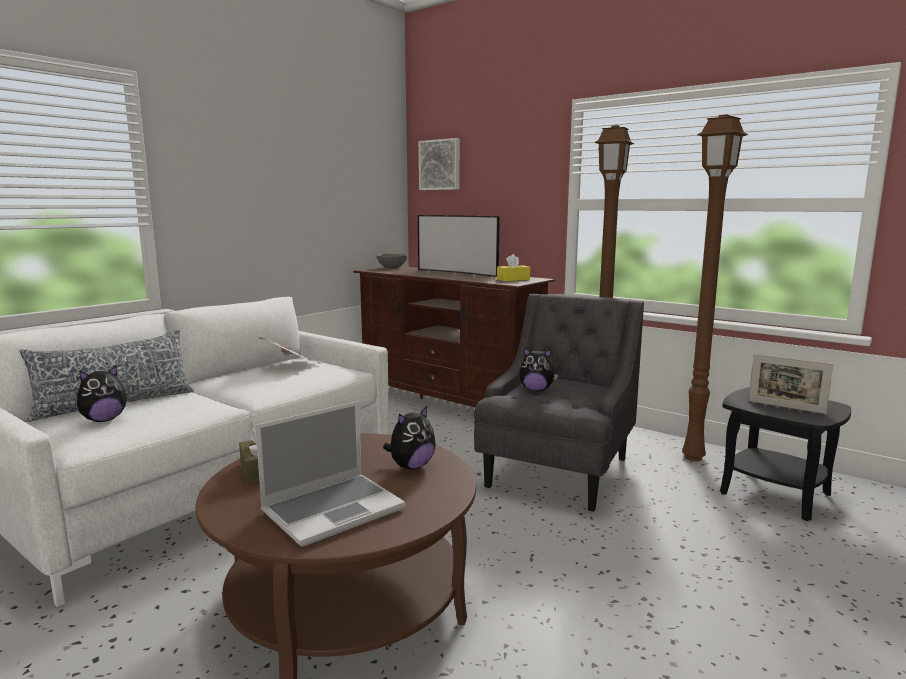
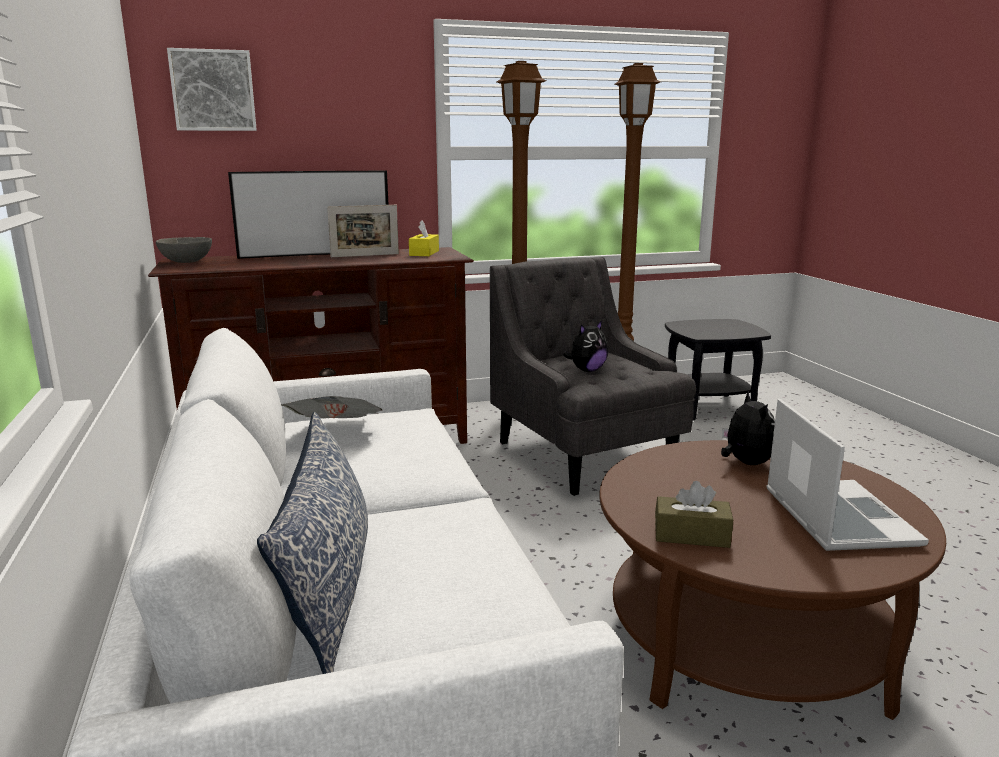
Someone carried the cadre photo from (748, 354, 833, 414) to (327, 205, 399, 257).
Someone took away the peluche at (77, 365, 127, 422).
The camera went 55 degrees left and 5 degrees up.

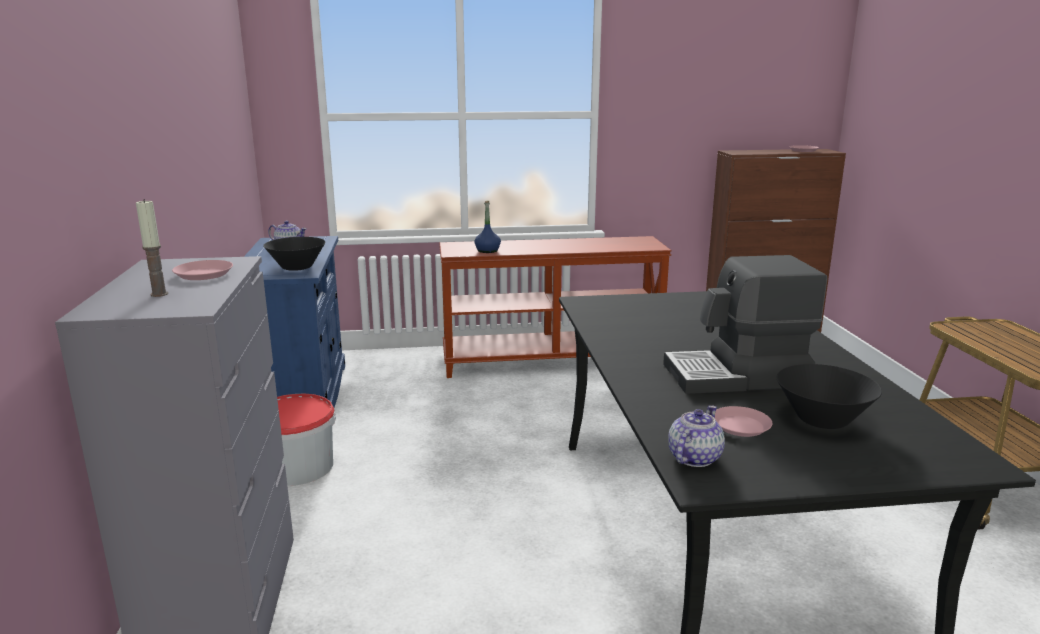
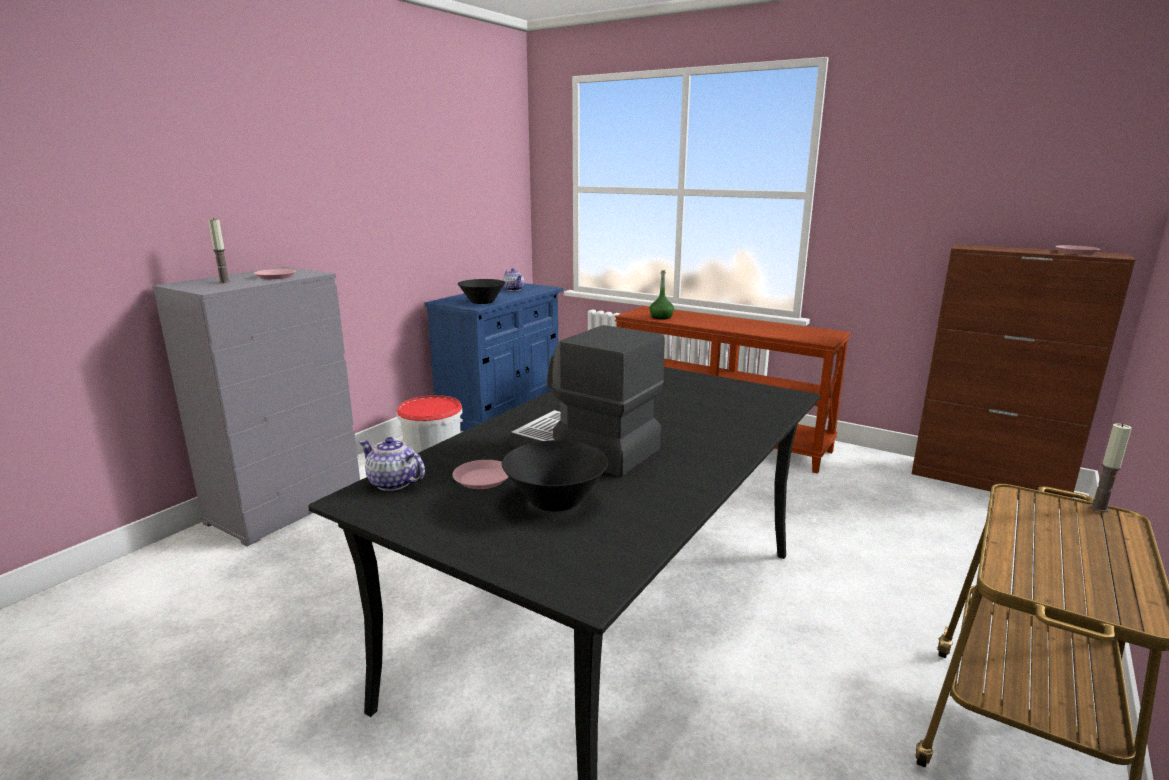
Someone rotated the théière at (668, 405, 725, 467) by 135 degrees counterclockwise.
Someone repainted the bouteille (bleu) at (474, 200, 501, 253), which became the bouteille (vert) at (649, 270, 674, 319).
Someone put down the bougie at (1090, 423, 1132, 512).
The camera went 40 degrees right and 0 degrees up.

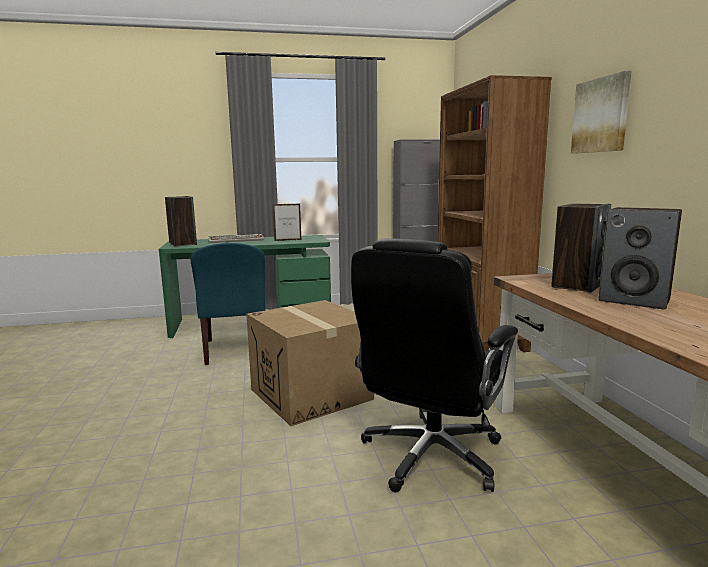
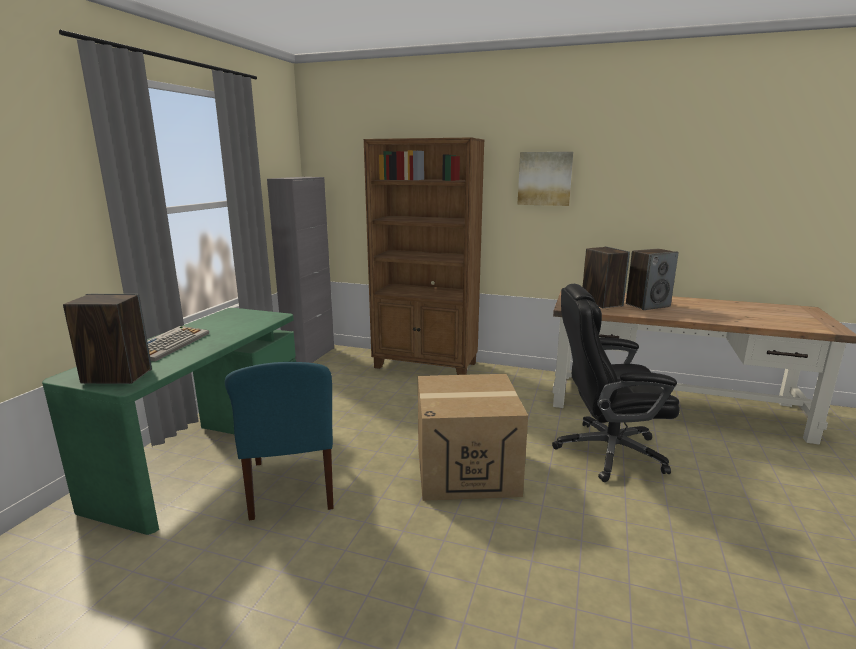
Someone rotated the chaise (bleu) at (191, 243, 266, 365) by 60 degrees clockwise.
Someone rotated the chaise de bureau (noir) at (351, 238, 518, 492) by 120 degrees clockwise.
Someone took away the cadre photo at (273, 204, 301, 241).
The camera went 60 degrees left and 5 degrees up.

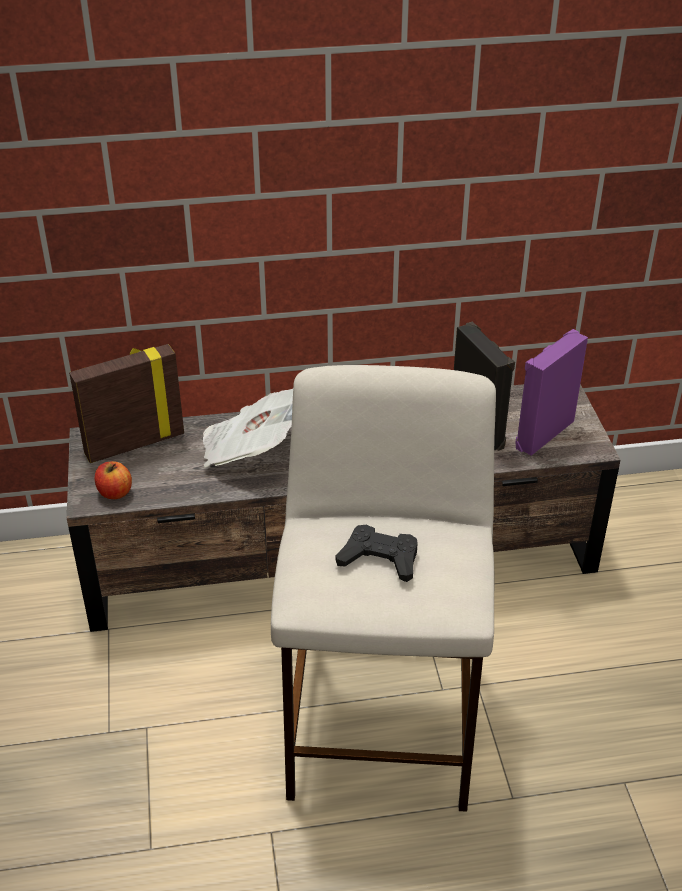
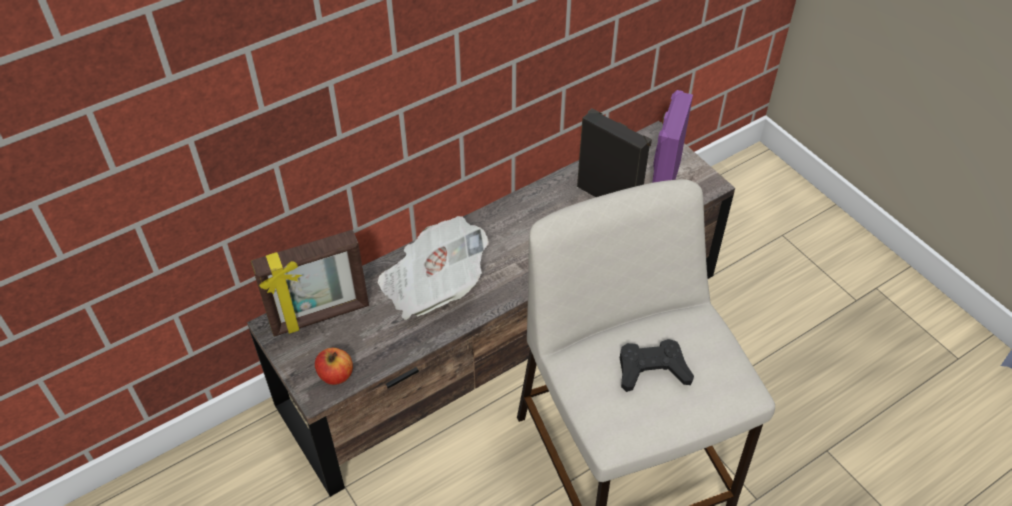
Someone rotated the cadre photo at (69, 344, 184, 463) by 150 degrees counterclockwise.
The camera went 25 degrees left and 10 degrees up.

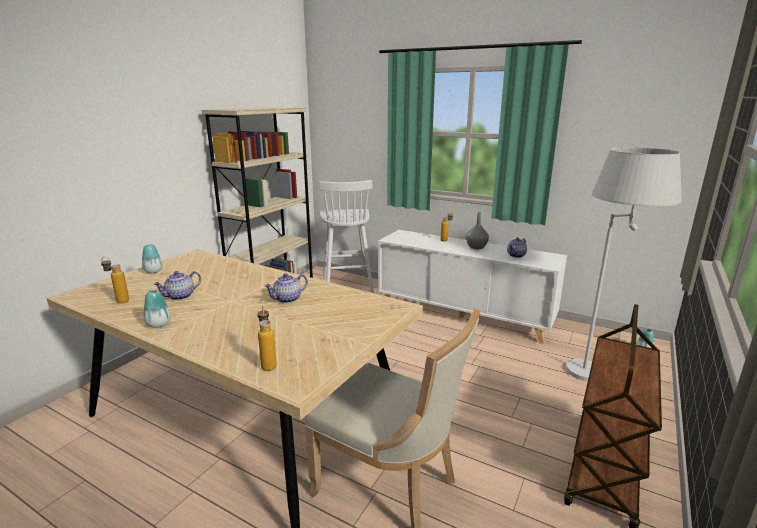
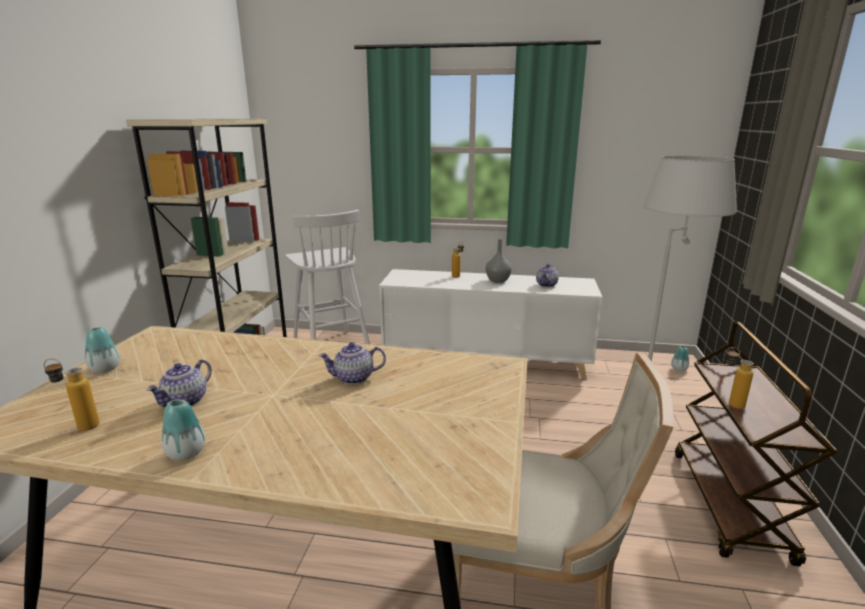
Someone rotated the théière at (264, 273, 308, 303) by 45 degrees clockwise.
Someone carried the bouteille from (257, 306, 277, 371) to (726, 347, 754, 409).
The camera went 20 degrees left and 0 degrees up.

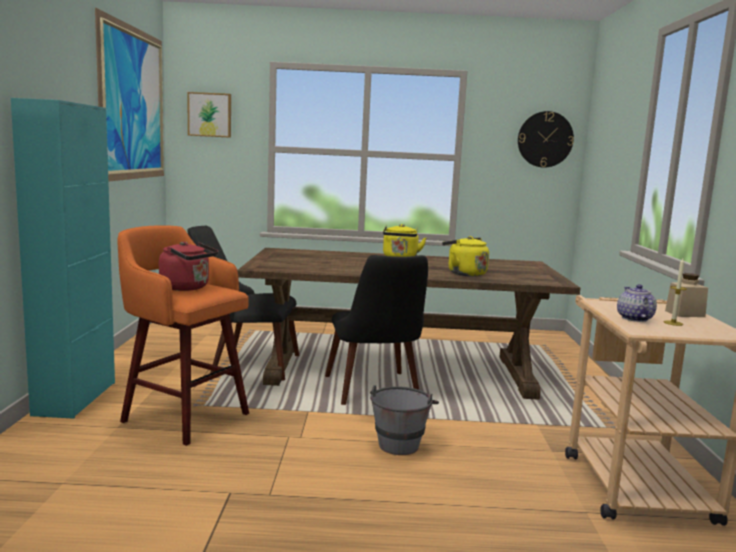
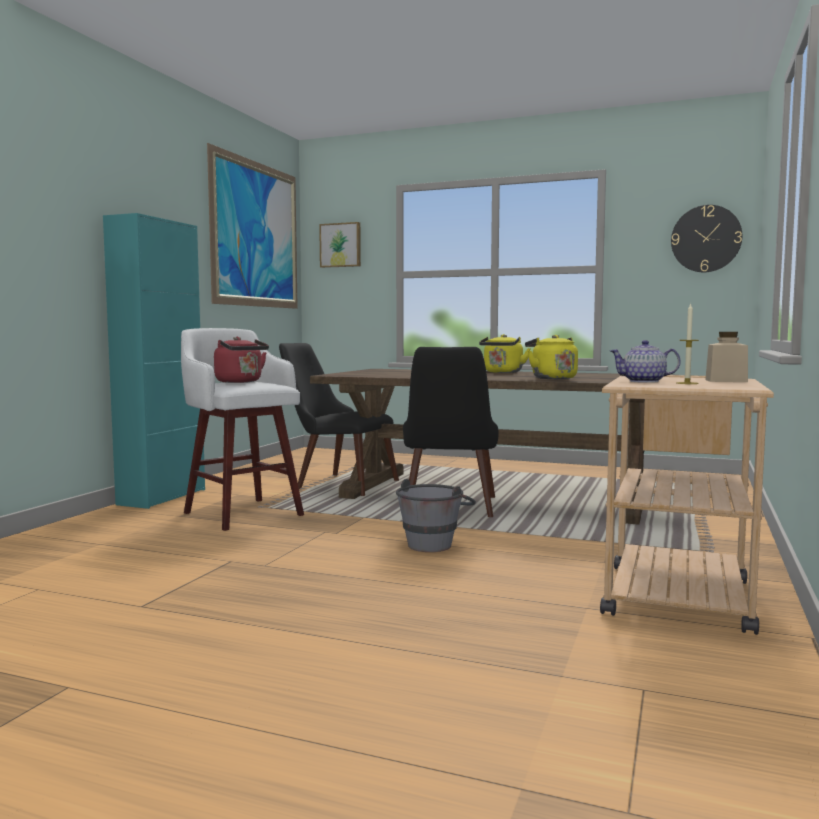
Someone repainted the tabouret (orange) at (117, 225, 249, 446), which became the tabouret (blanc) at (181, 328, 304, 531).
Someone rotated the théière at (617, 284, 657, 322) by 105 degrees counterclockwise.
The camera went 20 degrees right and 5 degrees down.

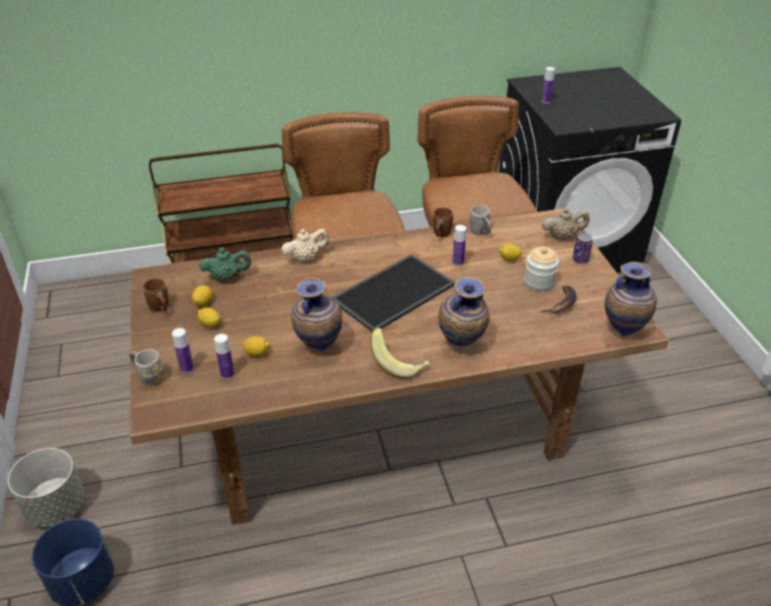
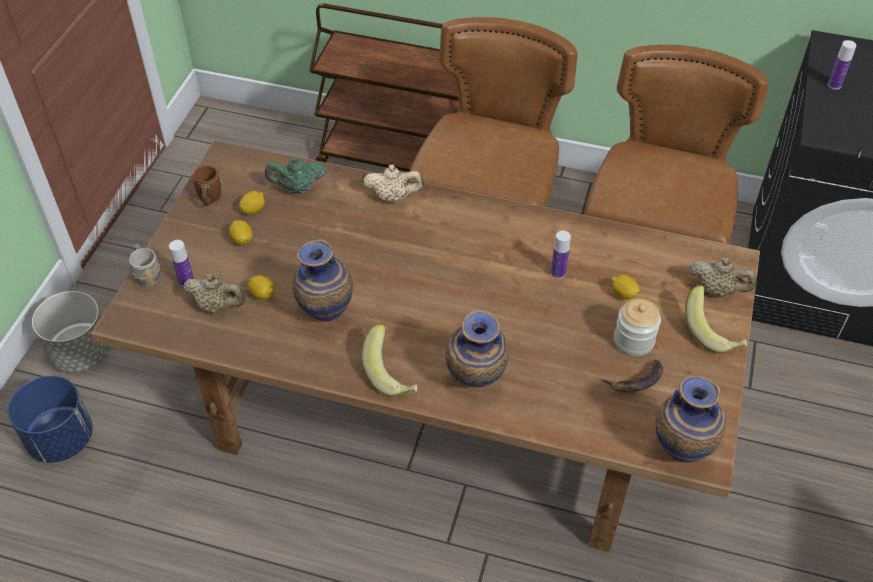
Someone swapped the bouteille at (214, 334, 234, 379) for the théière (beige) at (183, 274, 246, 314).
Someone rotated the théière (vert) at (199, 248, 251, 281) by 150 degrees clockwise.
Someone swapped the boîte métallique at (572, 233, 593, 263) for the banane at (685, 285, 747, 353).
Someone took away the plateau at (331, 254, 455, 332).
Someone took away the mug (marron) at (433, 207, 454, 237).
Someone took away the mug (gris) at (469, 205, 491, 235).
The camera went 30 degrees right and 10 degrees up.

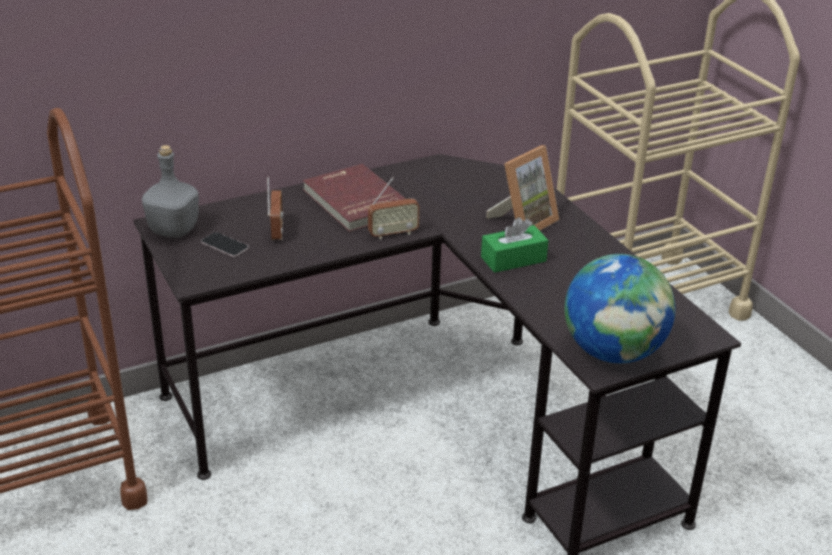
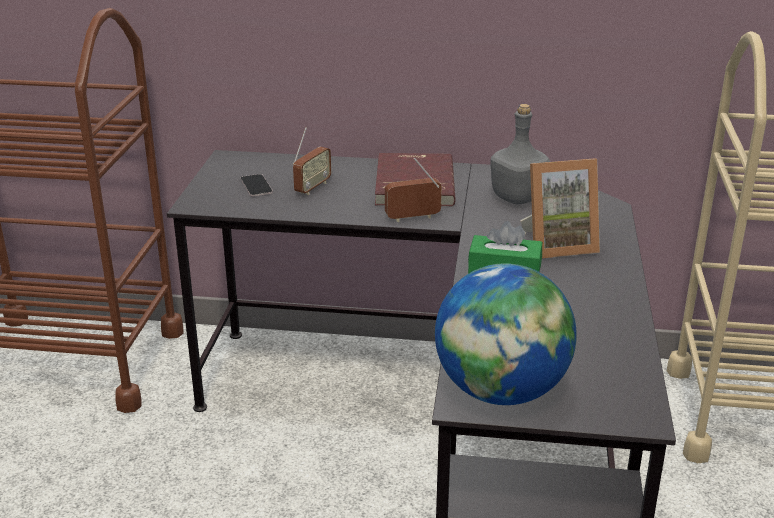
Someone rotated the radio at (368, 177, 420, 239) by 150 degrees clockwise.
Someone carried the bouteille (gris) from (142, 145, 199, 238) to (490, 104, 550, 204).
The camera went 35 degrees right and 5 degrees down.

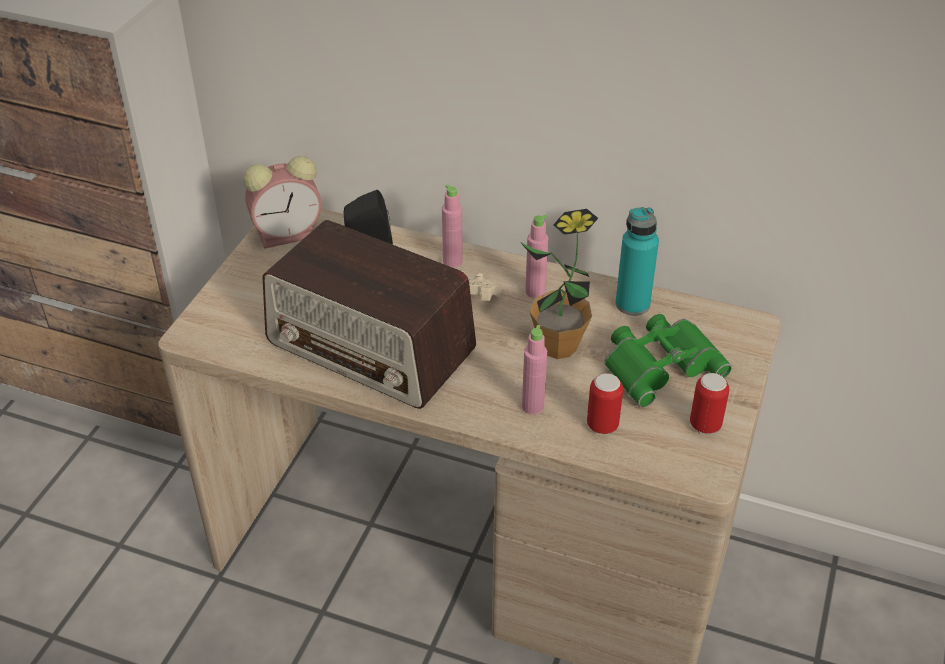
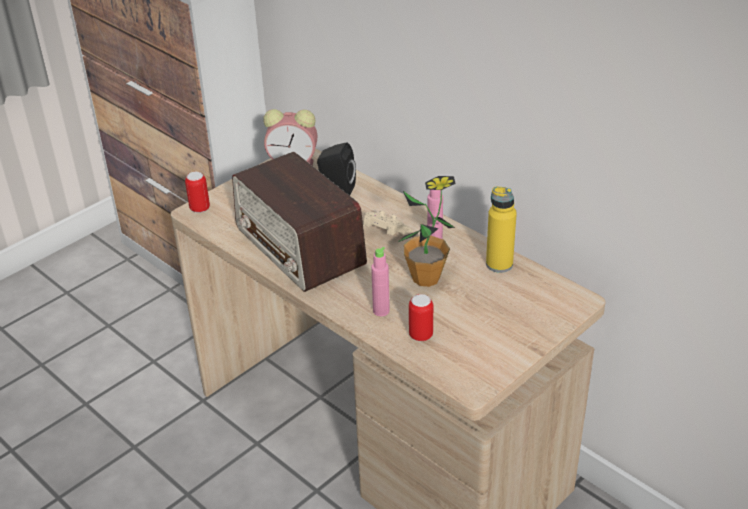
Someone carried the boîte métallique from (690, 373, 729, 434) to (185, 172, 210, 213).
Someone repainted the bouteille (turquoise) at (615, 207, 659, 316), which became the bouteille (jaune) at (486, 187, 517, 273).
Someone took away the bouteille (rose) at (442, 184, 463, 268).
Someone took away the jumelles (vert) at (604, 314, 732, 407).
The camera went 25 degrees right and 5 degrees down.

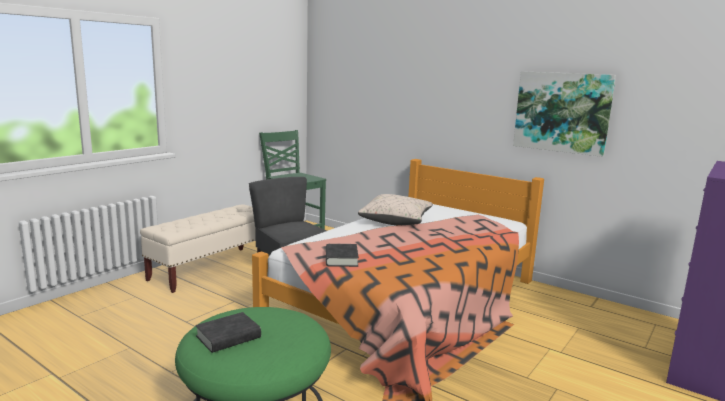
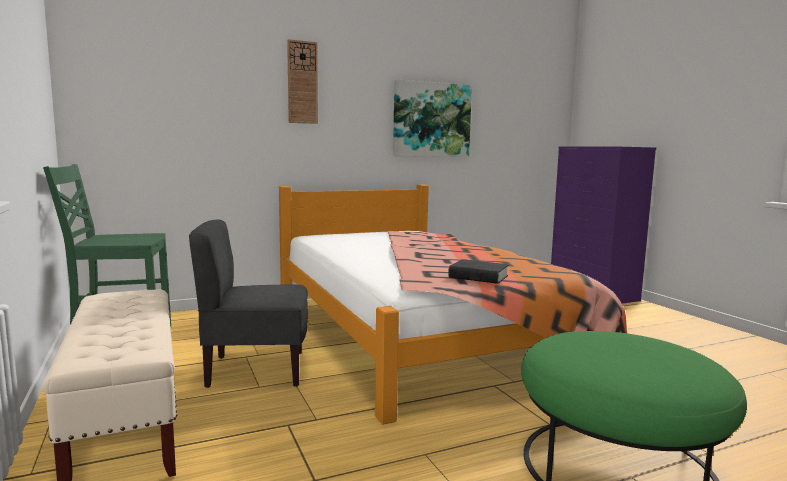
Someone put up the horloge murale at (287, 39, 318, 124).
Someone took away the livre (noir) at (196, 312, 261, 353).
Someone took away the coussin (beige) at (358, 194, 433, 225).
The camera went 60 degrees left and 5 degrees down.

